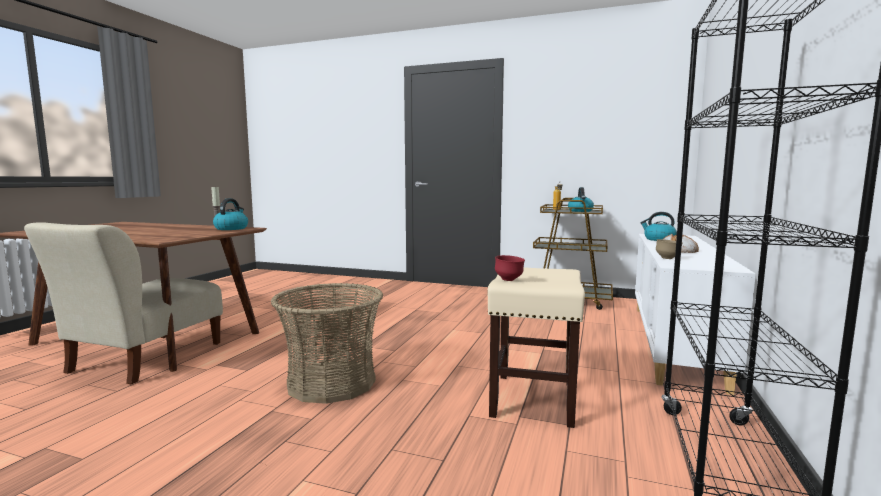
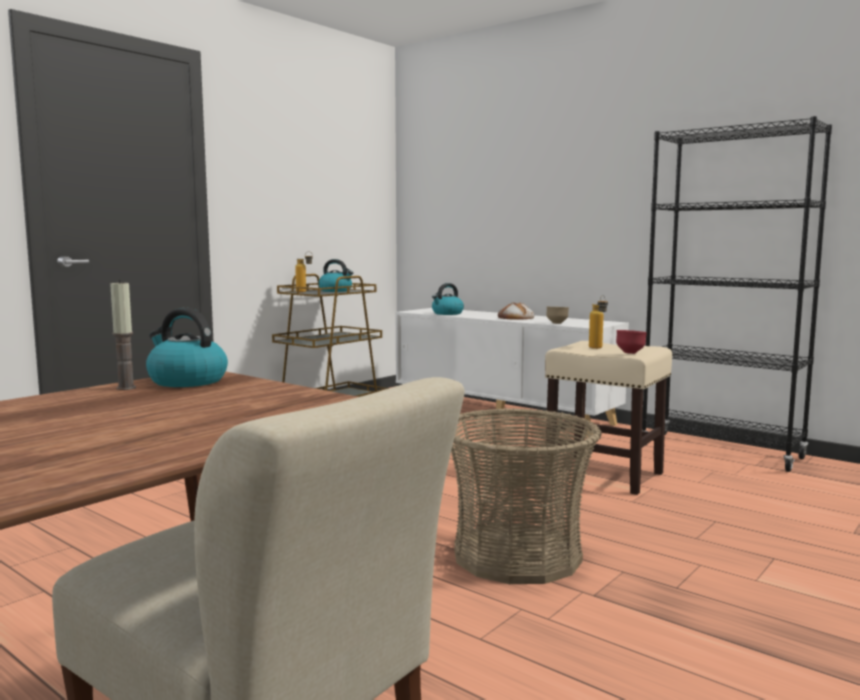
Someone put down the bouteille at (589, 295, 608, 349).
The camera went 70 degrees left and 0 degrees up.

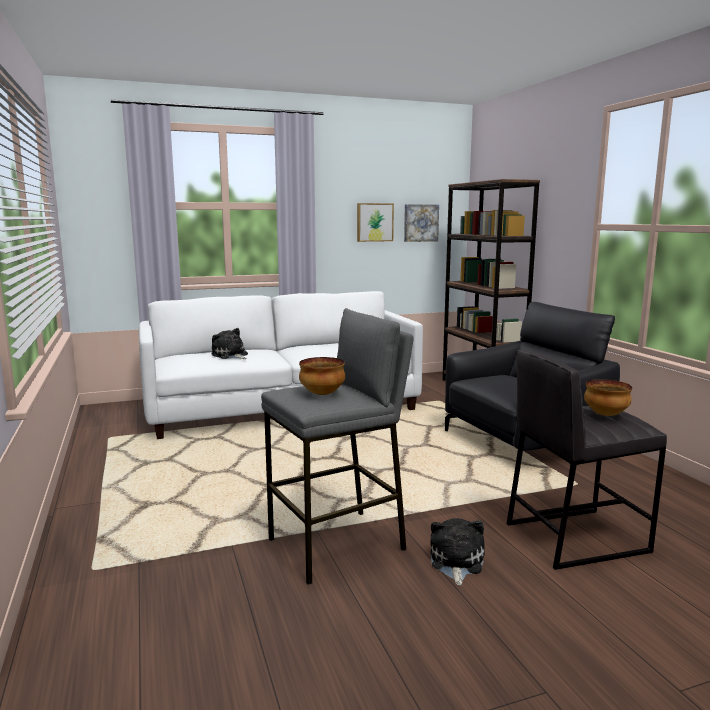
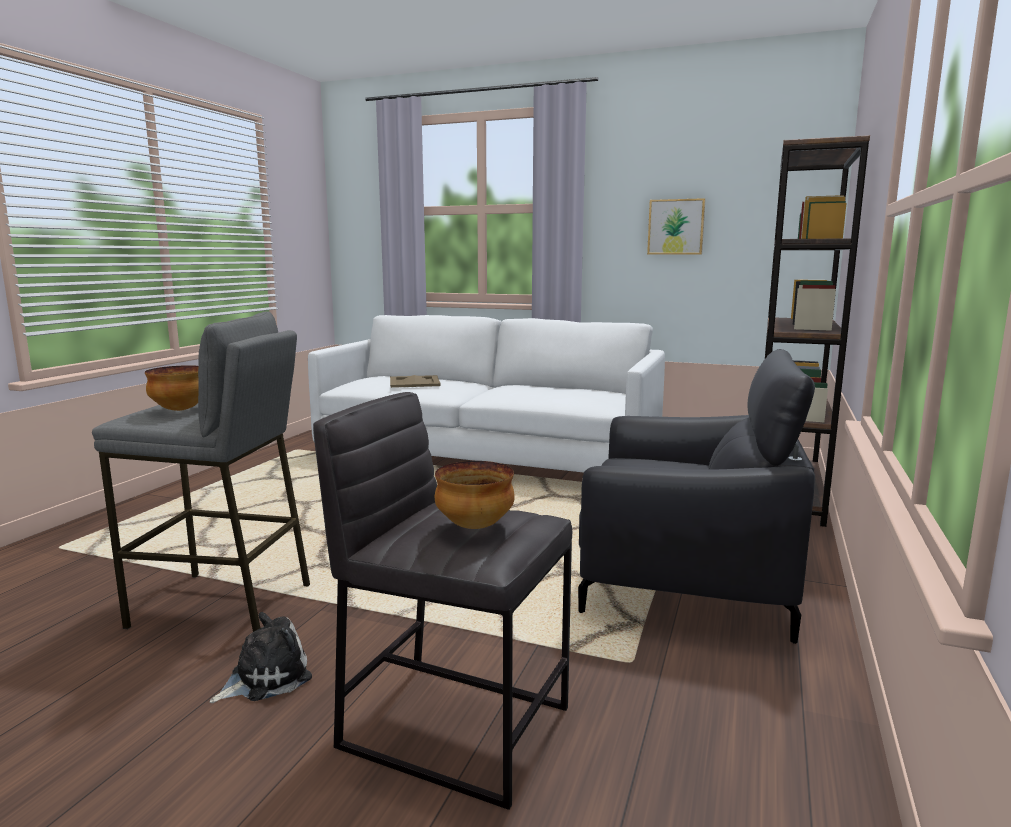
Someone swapped the peluche at (211, 328, 248, 359) for the plateau (beige) at (390, 375, 441, 388).
Someone took away the tableau at (404, 204, 439, 242).
The camera went 40 degrees right and 0 degrees up.

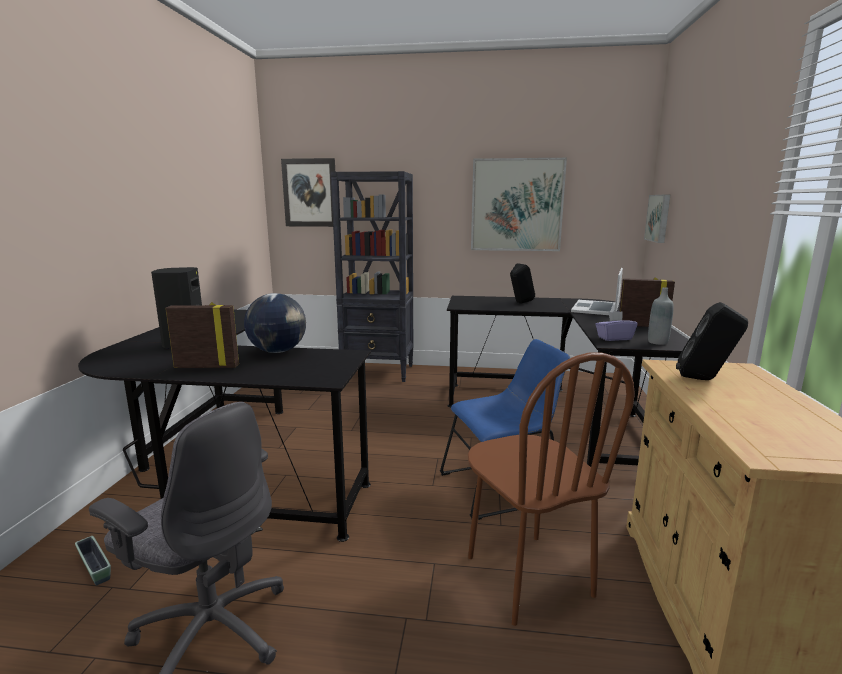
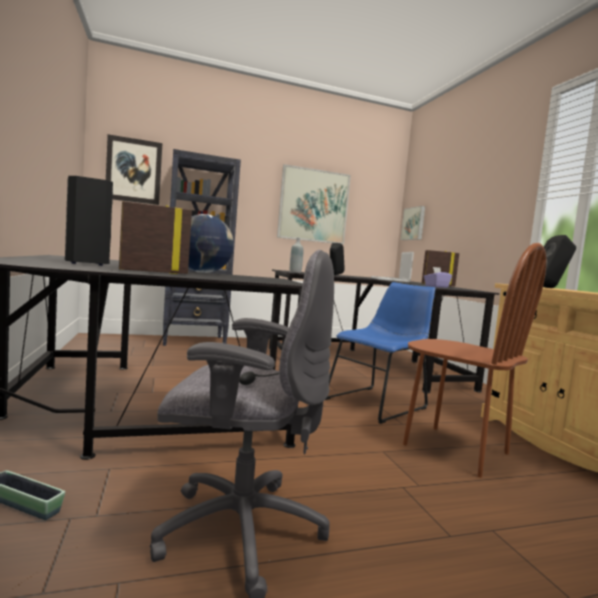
Someone carried the bouteille (gris) from (648, 287, 674, 345) to (290, 238, 303, 273).
The camera went 25 degrees left and 10 degrees down.

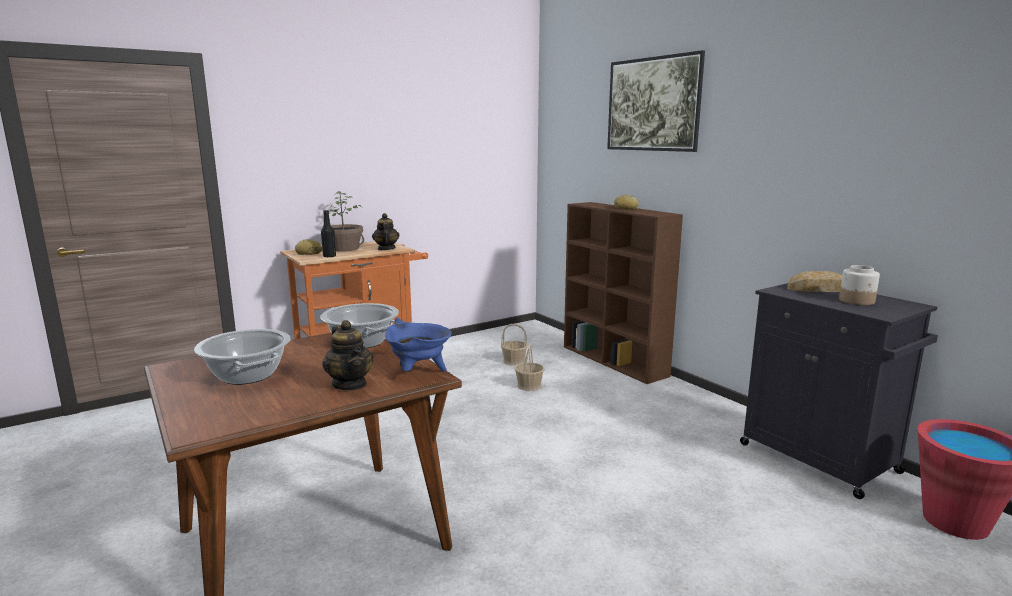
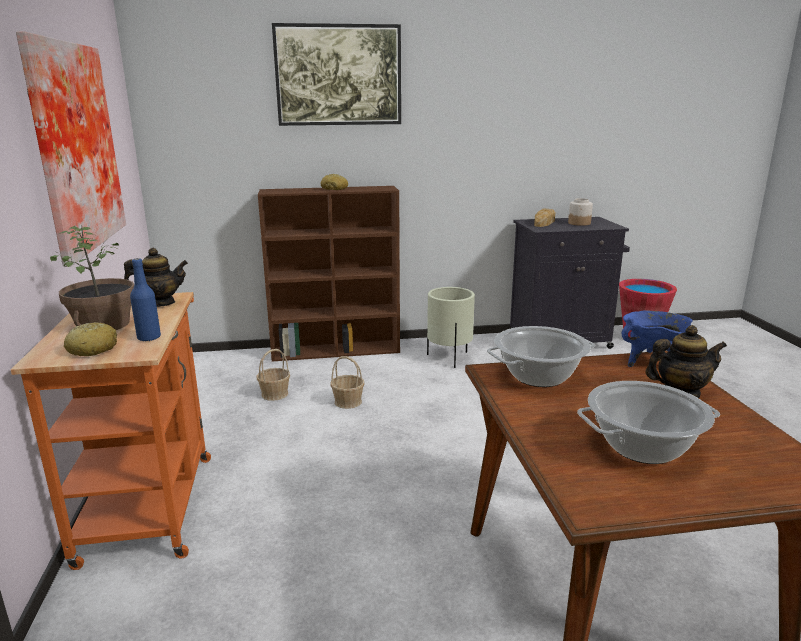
Someone put up the tableau at (16, 31, 126, 267).
Someone rotated the théière at (372, 213, 400, 250) by 150 degrees clockwise.
Someone repainted the bouteille (noir) at (321, 210, 336, 258), which became the bouteille (bleu) at (130, 258, 161, 341).
Someone put down the cache-pot (beige) at (427, 287, 475, 368).
The camera went 65 degrees left and 5 degrees up.

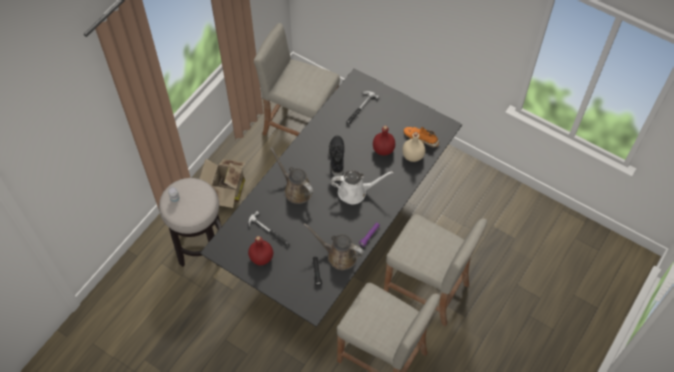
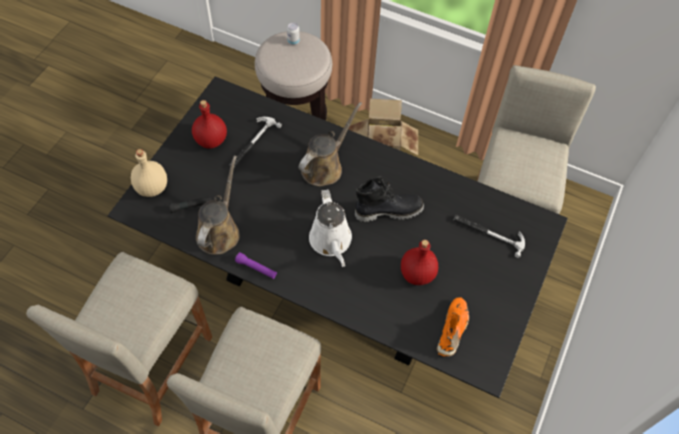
Someone carried the bouteille (beige) from (402, 132, 425, 162) to (131, 149, 167, 197).
The camera went 80 degrees right and 0 degrees up.

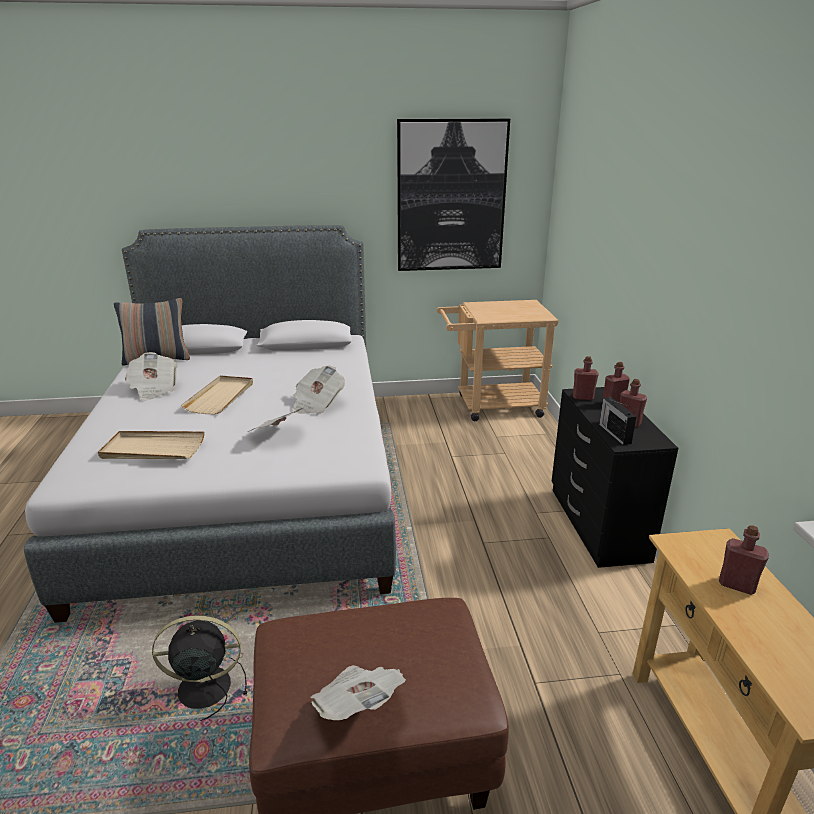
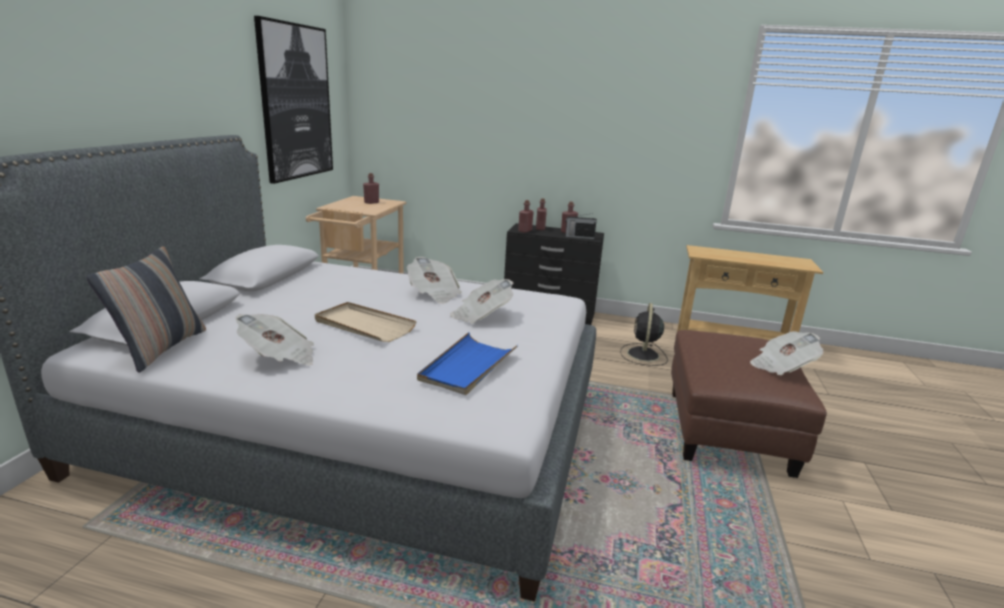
Someone carried the bouteille (rouge) from (719, 525, 769, 595) to (363, 173, 379, 204).
Someone repainted the plateau (beige) at (98, 431, 205, 459), which became the plateau (bleu) at (417, 332, 518, 395).
Someone carried the ventilateur (noir) from (152, 615, 247, 721) to (620, 303, 668, 366).
The camera went 70 degrees left and 5 degrees down.

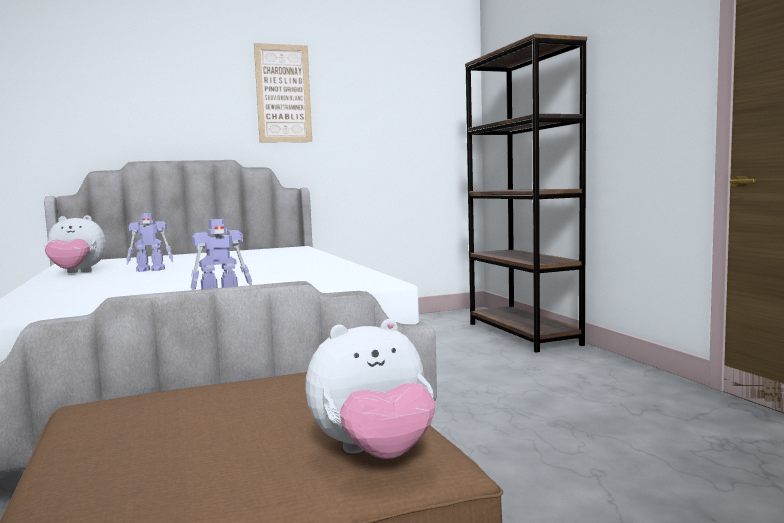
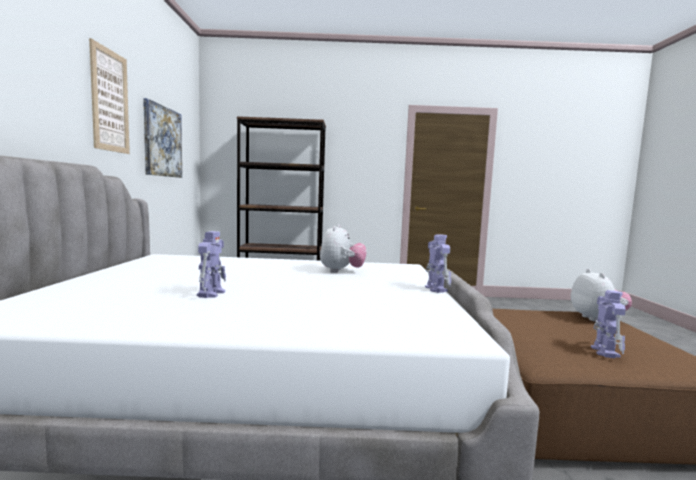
Someone put up the tableau at (143, 98, 182, 178).
Someone carried the peluche from (45, 215, 106, 273) to (320, 224, 367, 273).
Someone put down the robot jouet at (591, 290, 626, 358).
The camera went 70 degrees left and 0 degrees up.

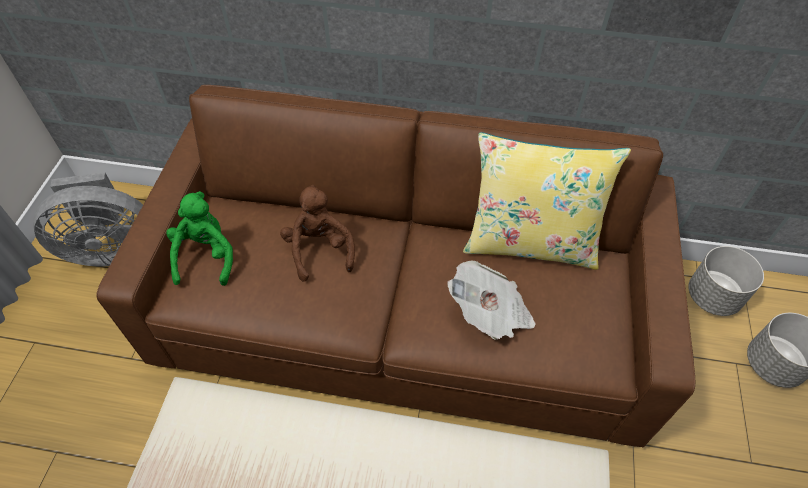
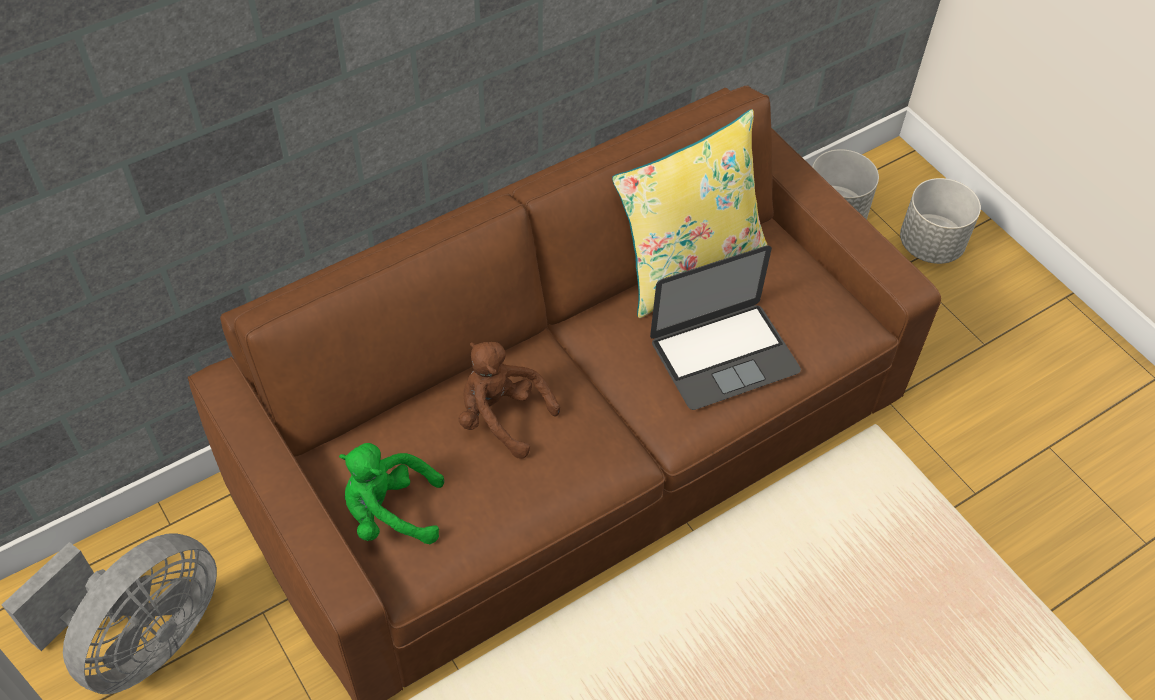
Someone rotated the peluche (vert) at (166, 191, 233, 286) by 45 degrees counterclockwise.
Someone swapped the journal at (447, 261, 536, 340) for the ordinateur portable at (650, 245, 801, 410).
The camera went 45 degrees left and 0 degrees up.

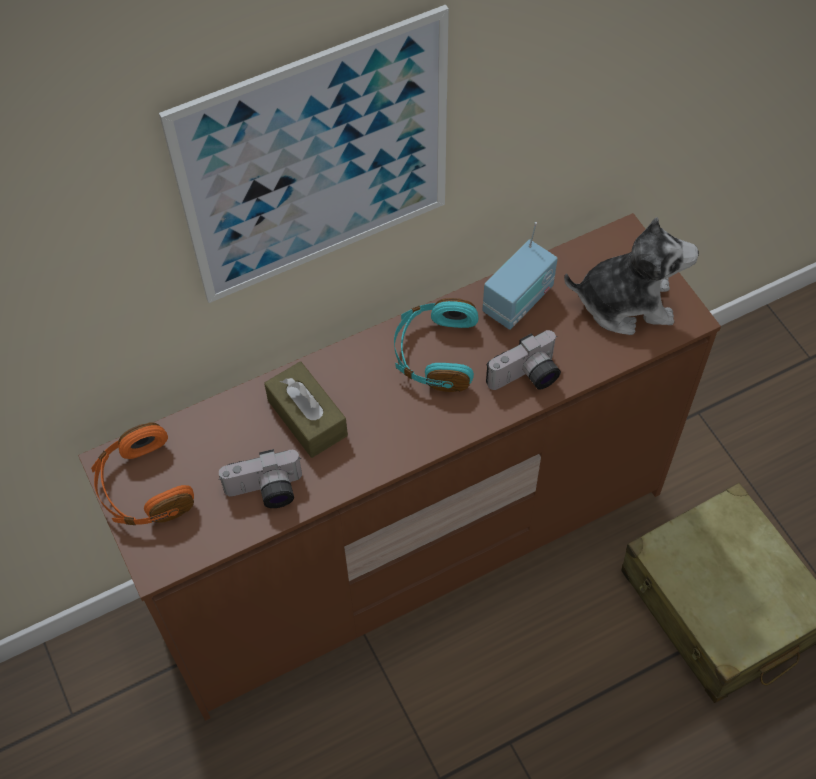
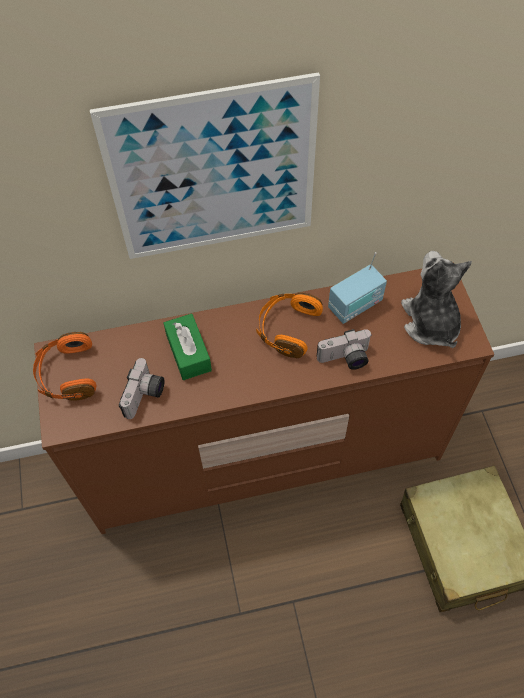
Someone rotated the appareil photo at (219, 449, 302, 508) by 75 degrees counterclockwise.
Someone repainted the boîte à mouchoirs (marron) at (264, 362, 348, 458), which became the boîte à mouchoirs (vert) at (164, 313, 212, 380).
Someone repainted the casque audio (turquoise) at (394, 298, 478, 392), which became the casque audio (orange) at (256, 292, 323, 358).
Someone rotated the peluche at (564, 217, 699, 335) by 120 degrees counterclockwise.
The camera went 15 degrees right and 0 degrees up.

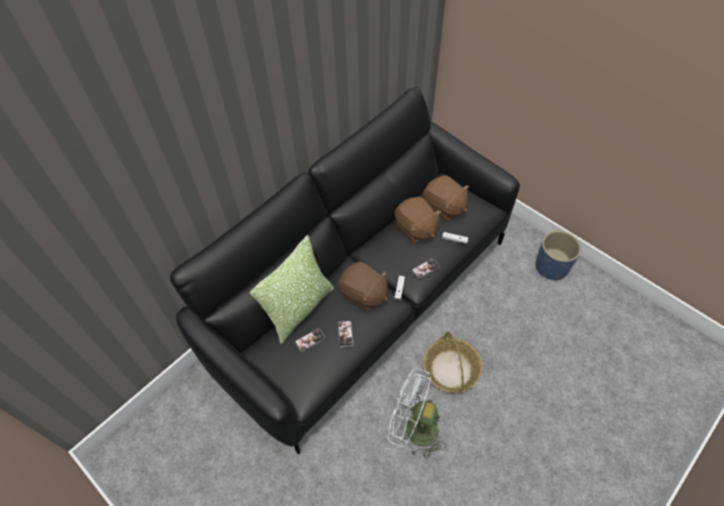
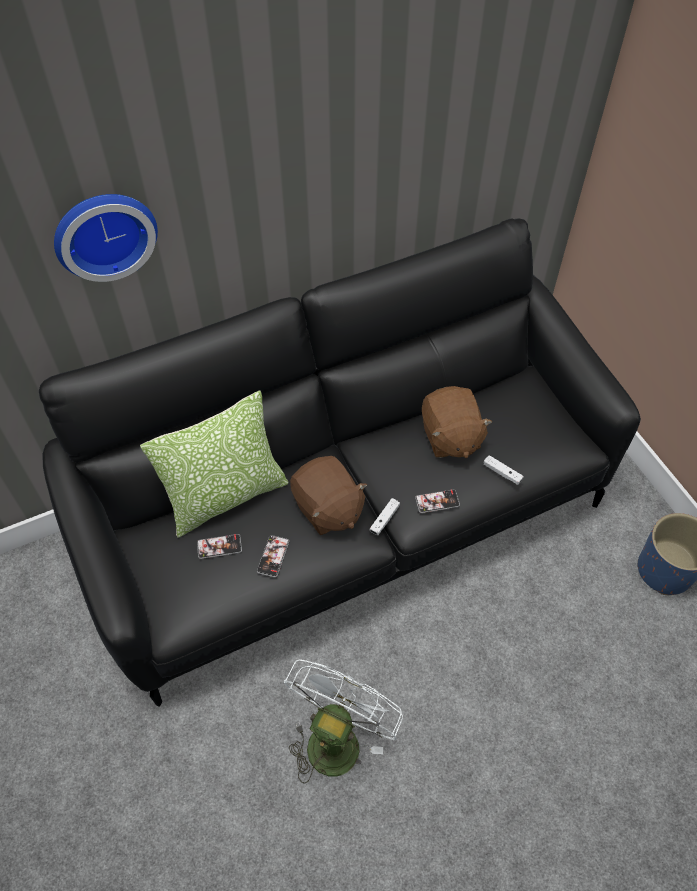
Someone put up the horloge murale at (54, 194, 158, 282).
Someone rotated the ventilateur (blanc) at (388, 368, 446, 458) by 75 degrees clockwise.
Someone took away the peluche (marron) at (423, 175, 469, 221).
Someone took away the panier at (423, 332, 483, 393).
The camera went 20 degrees right and 0 degrees up.

